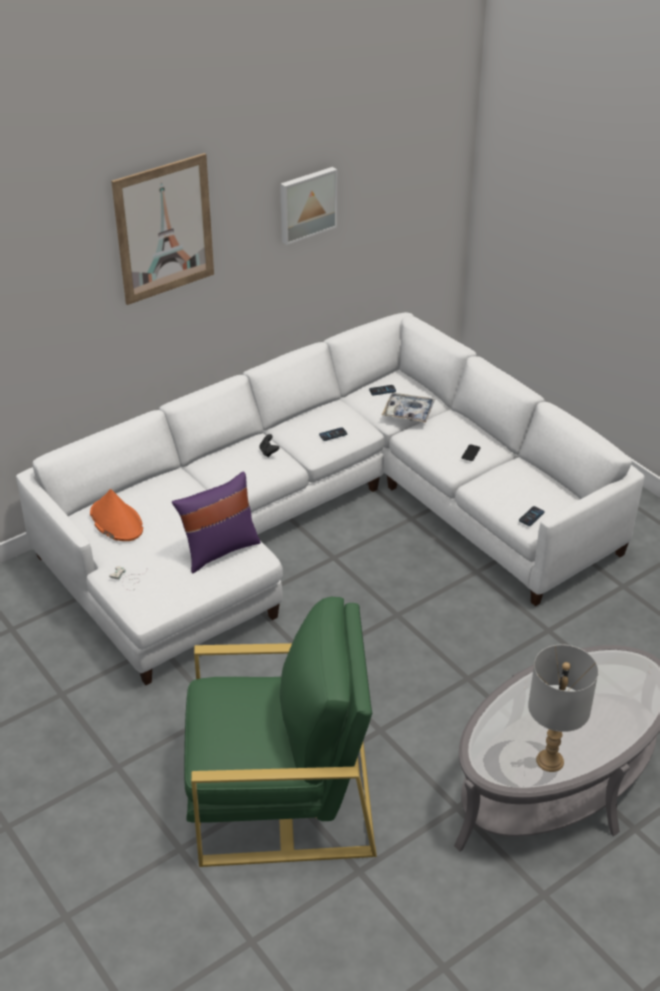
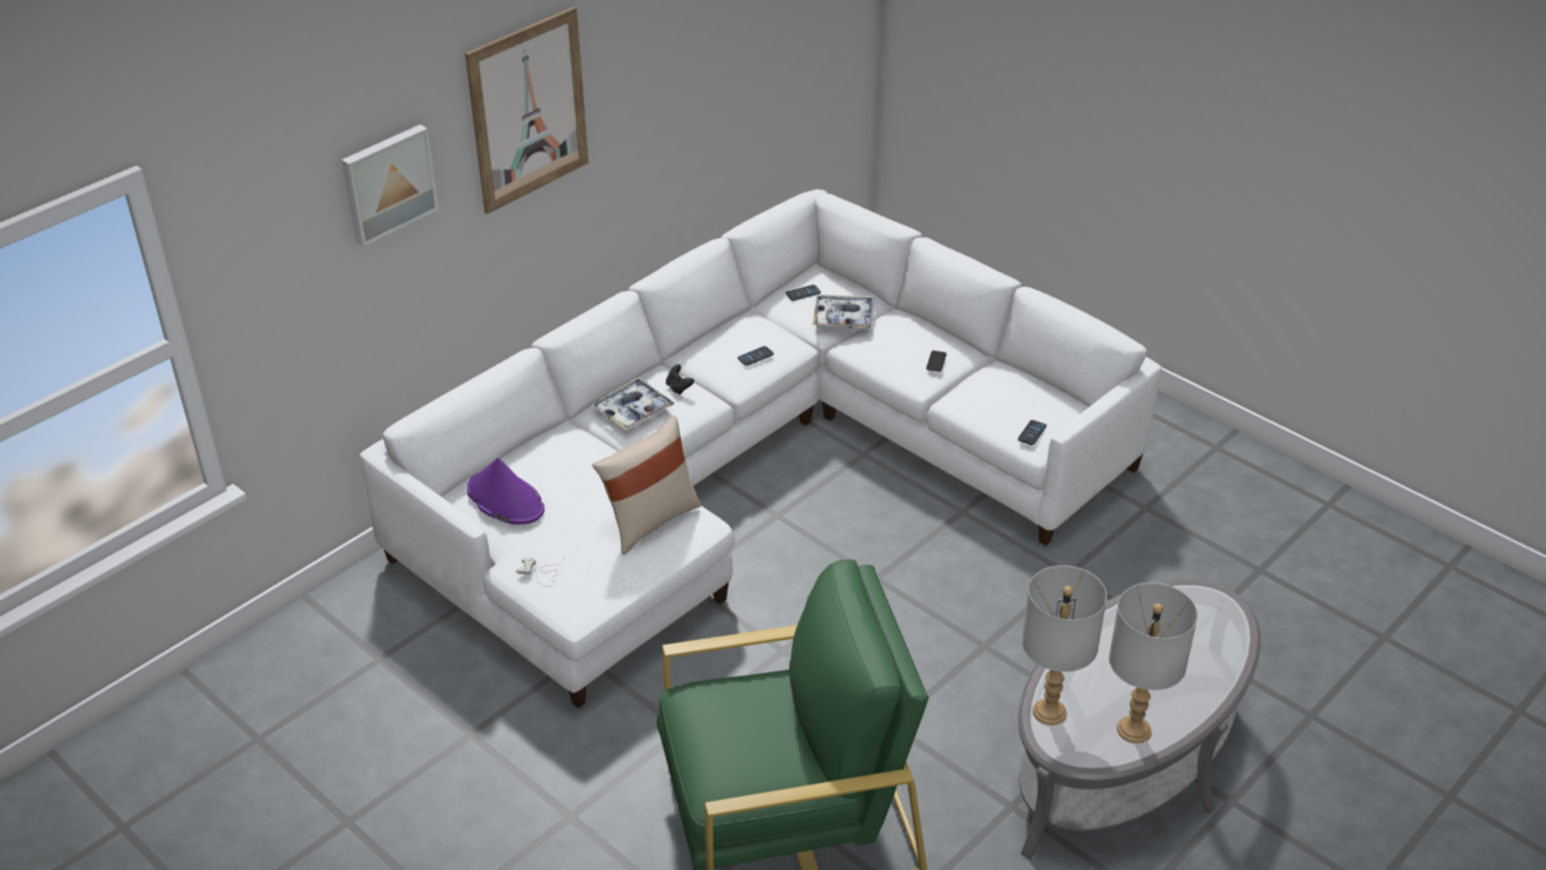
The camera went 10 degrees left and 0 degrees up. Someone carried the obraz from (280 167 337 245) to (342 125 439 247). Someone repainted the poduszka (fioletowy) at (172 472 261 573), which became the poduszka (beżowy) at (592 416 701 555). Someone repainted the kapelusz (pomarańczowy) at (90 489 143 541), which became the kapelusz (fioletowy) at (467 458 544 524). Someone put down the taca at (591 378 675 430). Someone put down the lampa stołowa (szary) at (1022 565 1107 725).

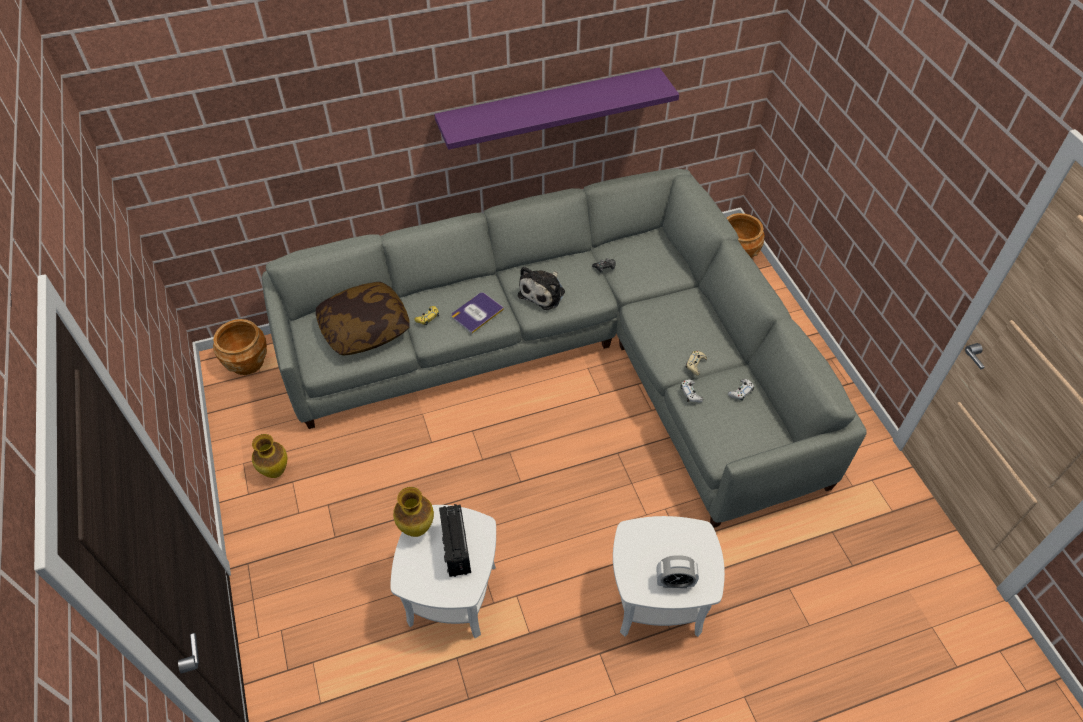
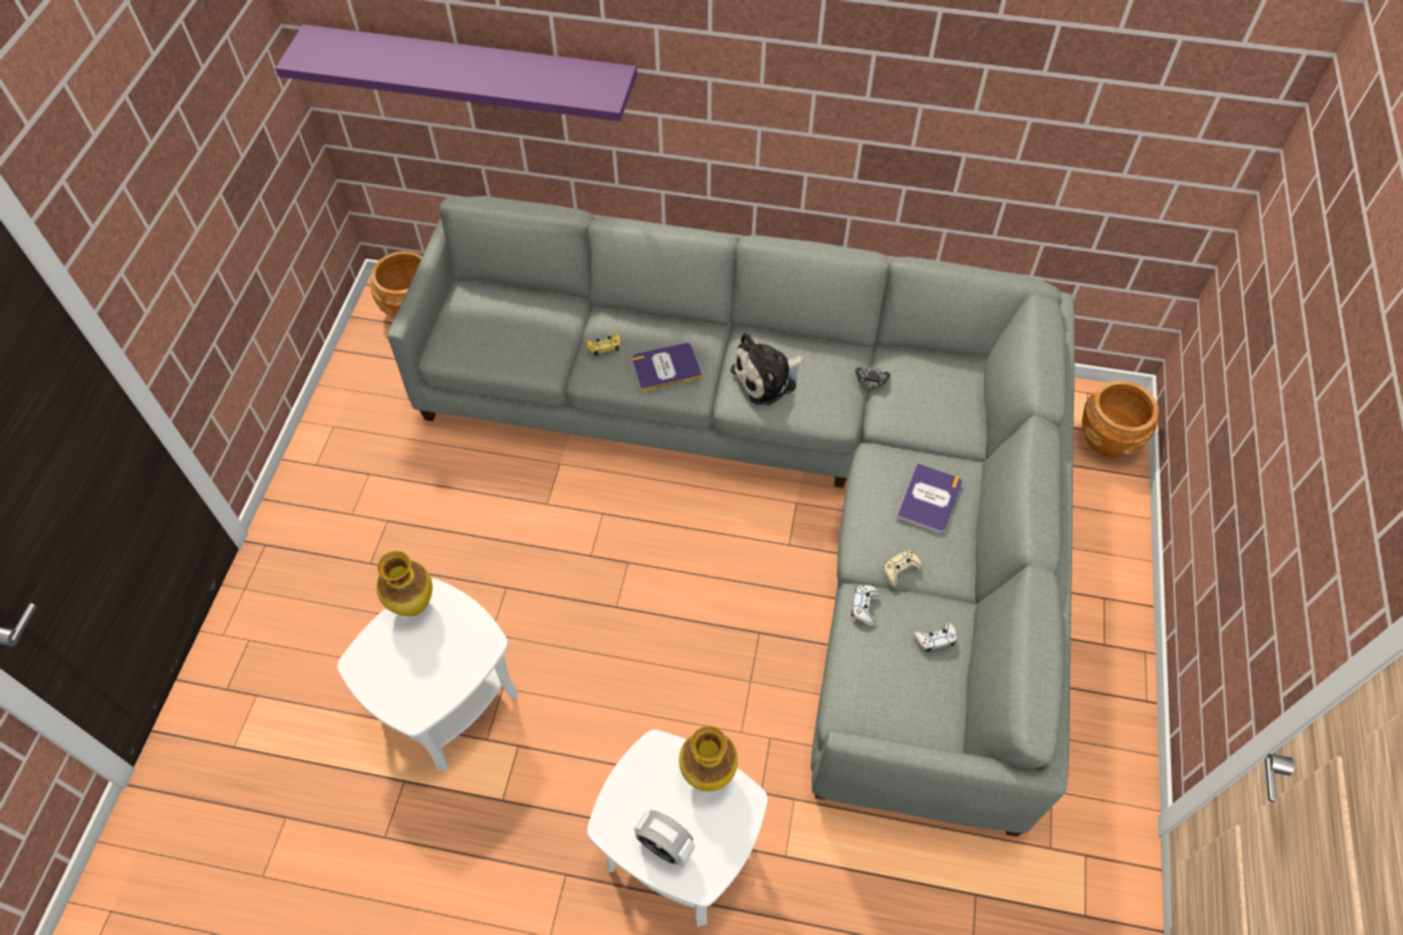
The camera went 30 degrees right and 5 degrees up. Someone carried the półka (fioletowy) from (434 67 679 150) to (275 24 637 121). Someone took away the poduszka at (316 282 410 356). Someone carried the wazon from (252 434 287 478) to (679 726 738 792). Someone took away the radio at (439 504 471 577). Someone put down the książka at (896 463 962 533).

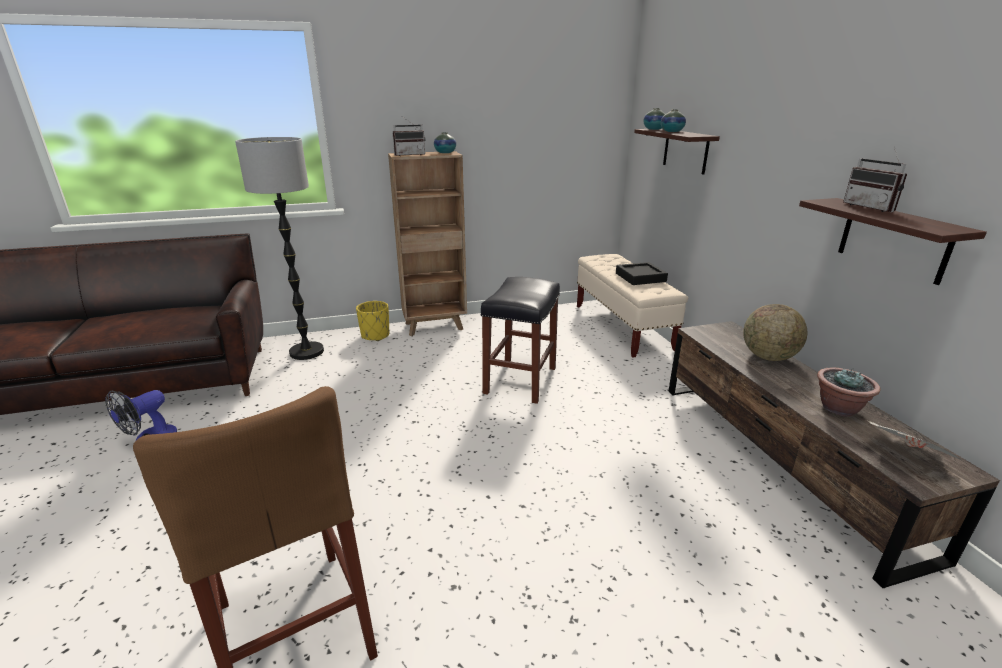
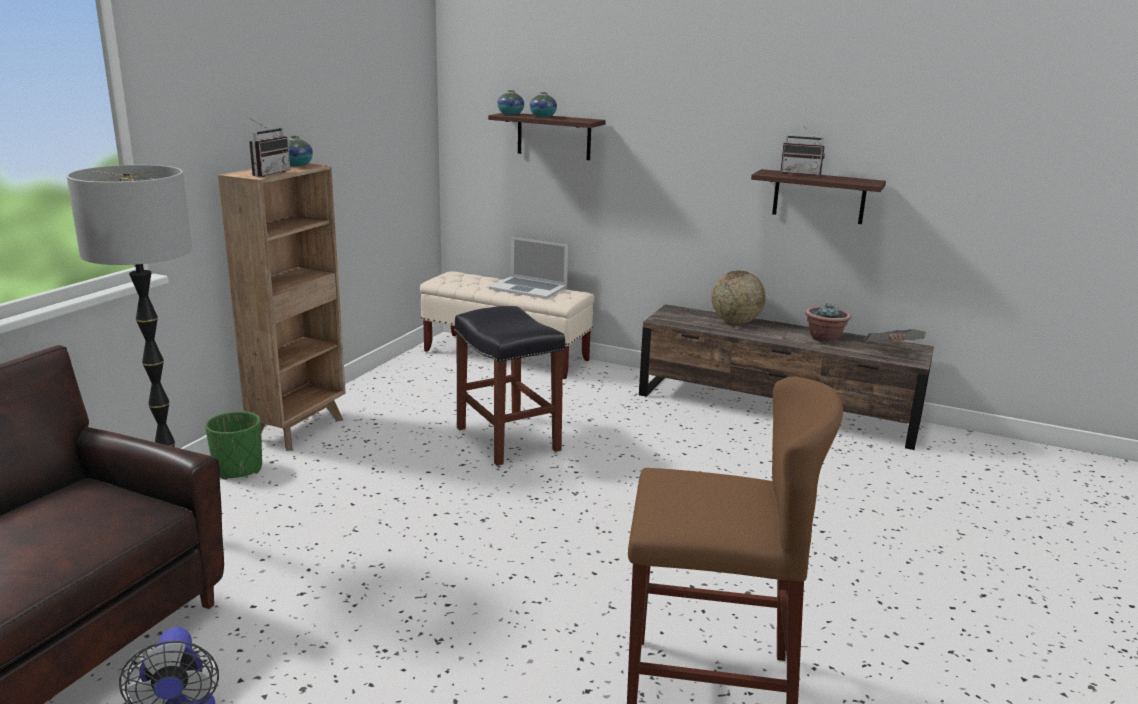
The camera went 50 degrees left and 5 degrees down. Someone swapped the taca (czarny) at (616 262 668 285) for the laptop at (489 237 568 299). Someone repainted the donica (żółty) at (356 301 389 341), which became the donica (zielony) at (205 411 262 480).

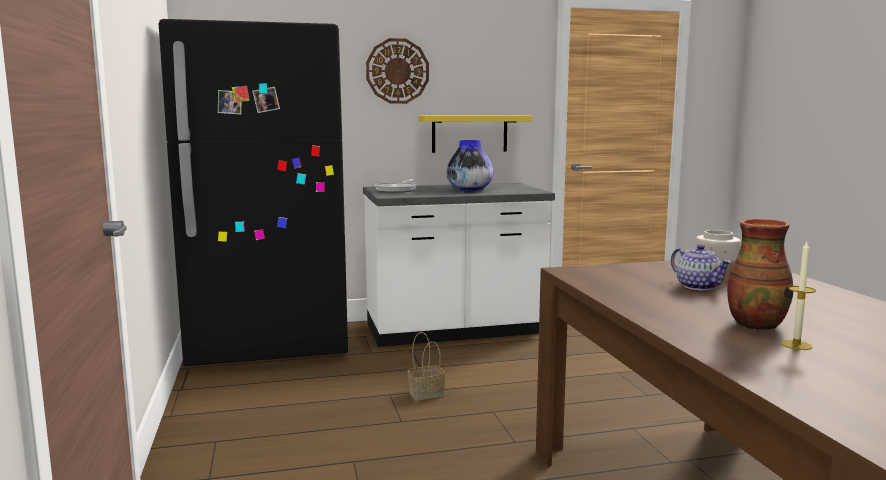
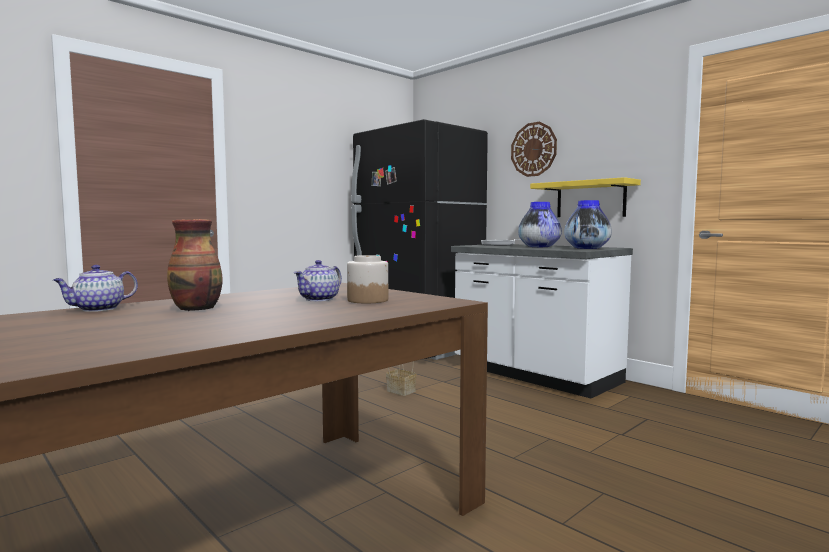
The camera went 60 degrees right and 5 degrees down. Someone took away the świeca at (781 242 816 350). Someone put down the wazon at (564 200 612 249). Someone put down the imbryk at (53 265 138 312).

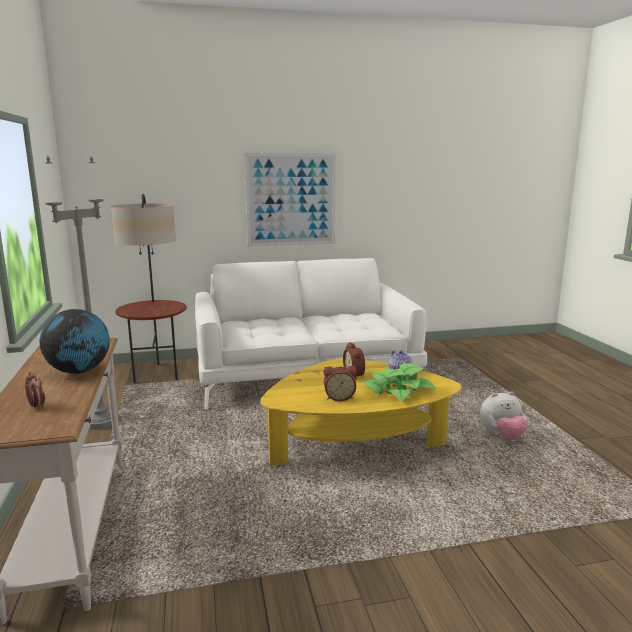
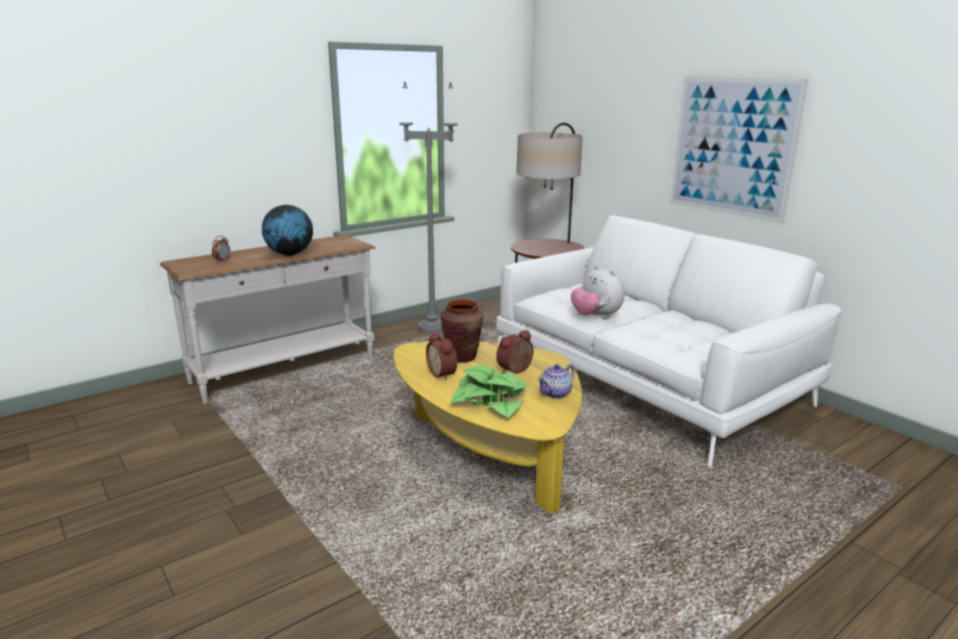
The camera went 65 degrees right and 5 degrees up. Someone carried the pluszak from (480 391 528 440) to (571 266 624 318). Someone put down the wazon (brązowy) at (441 299 483 363).

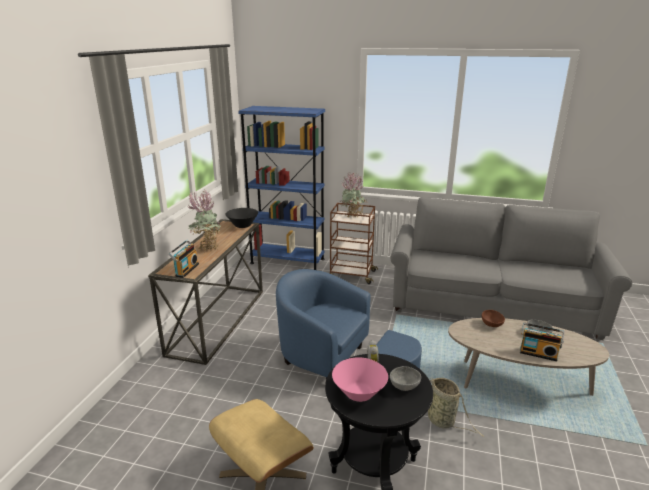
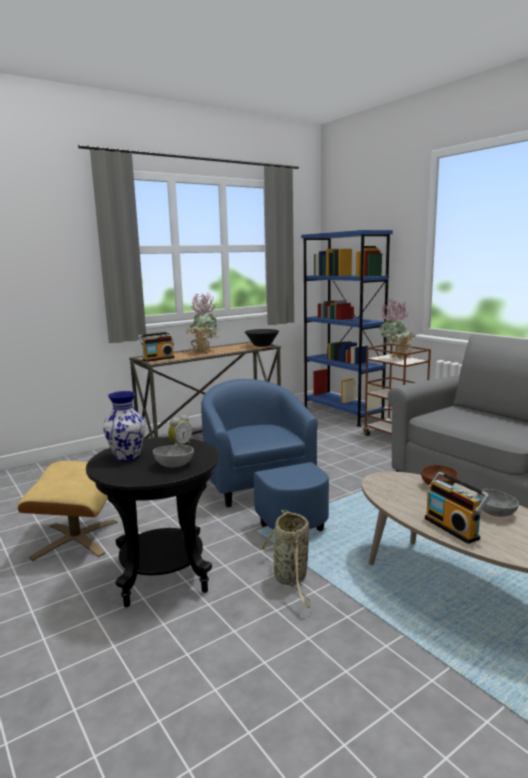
The camera went 40 degrees right and 10 degrees down. Someone swapped the miska (różowy) at (332 358 388 402) for the wazon at (103 391 146 461).

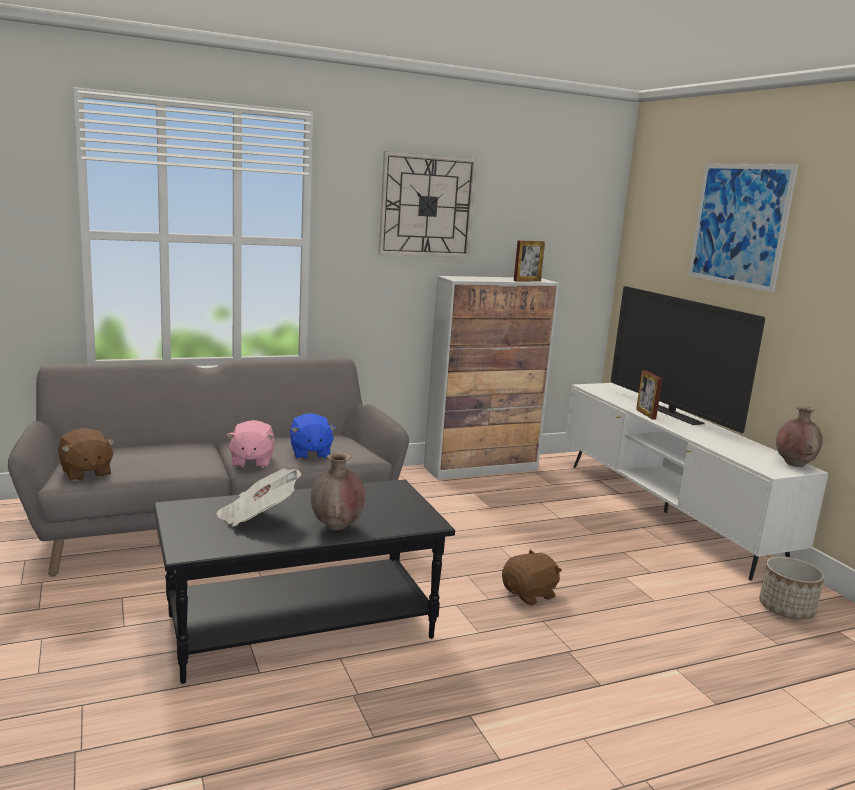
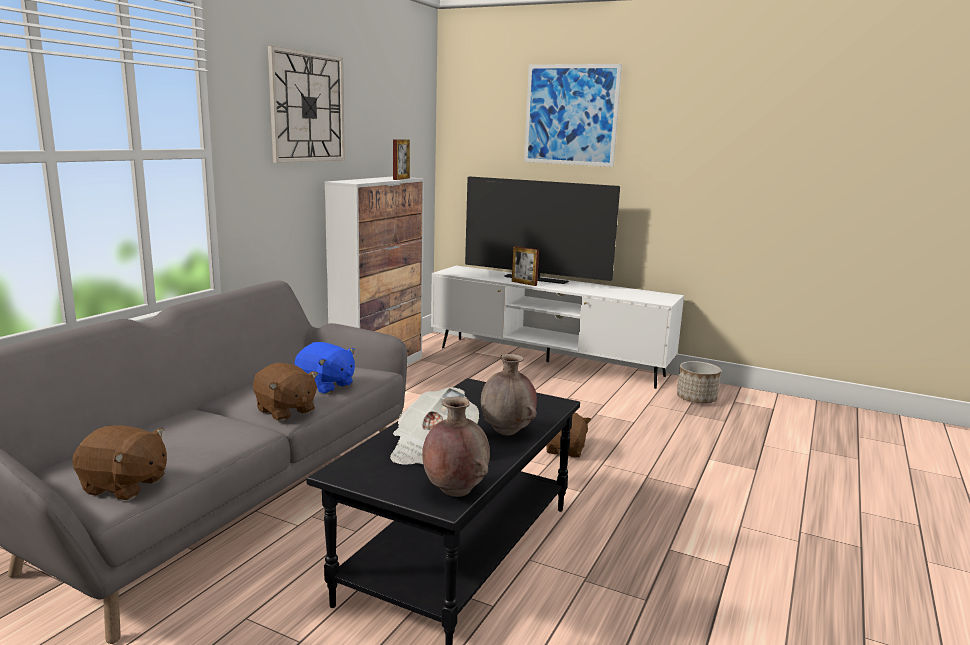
The camera went 40 degrees left and 0 degrees up. Someone carried the wazon (brązowy) from (776 406 823 467) to (422 396 490 497). Someone repainted the pluszak (różowy) at (226 420 275 468), which became the pluszak (brązowy) at (253 363 318 421).

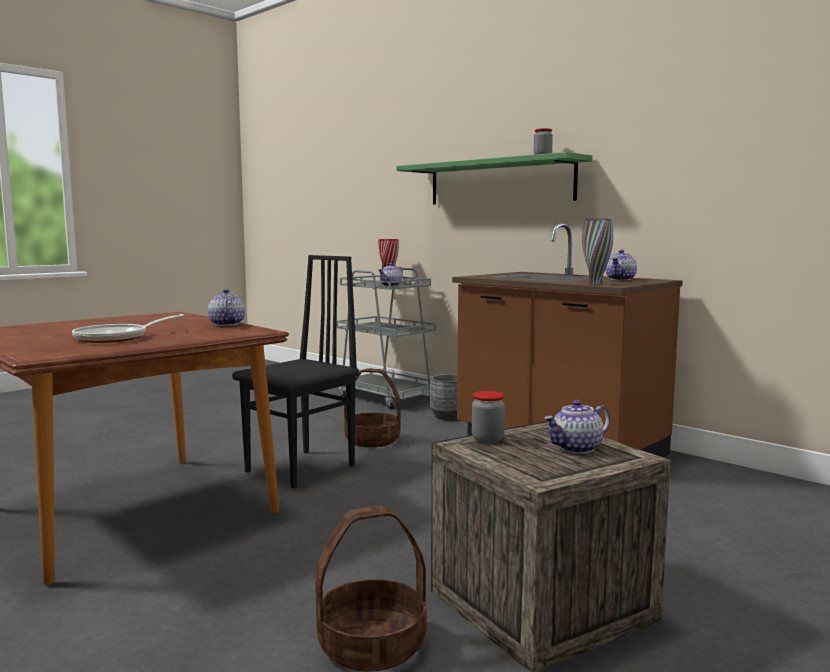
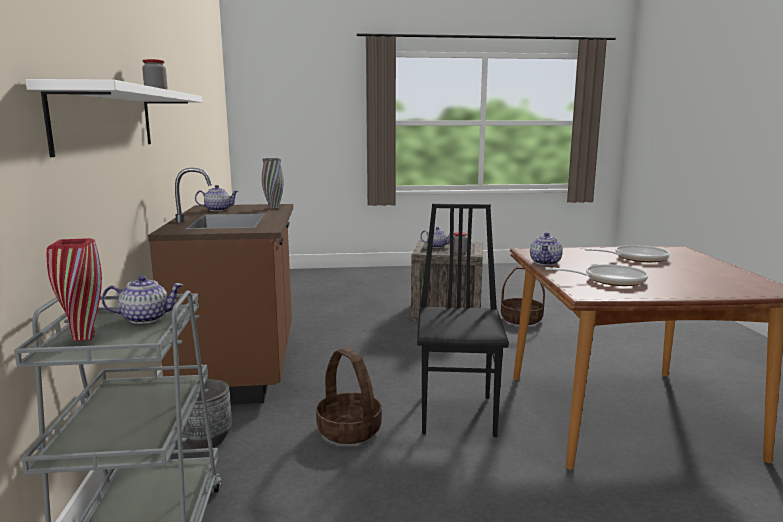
The camera went 140 degrees left and 5 degrees up. Someone repainted the półka (zielony) at (396 152 593 205), which became the półka (biały) at (25 79 202 157). Someone rotated the krzesło (czarny) at (232 255 359 488) by 105 degrees clockwise. Someone put down the patelnia at (545 264 648 286).

